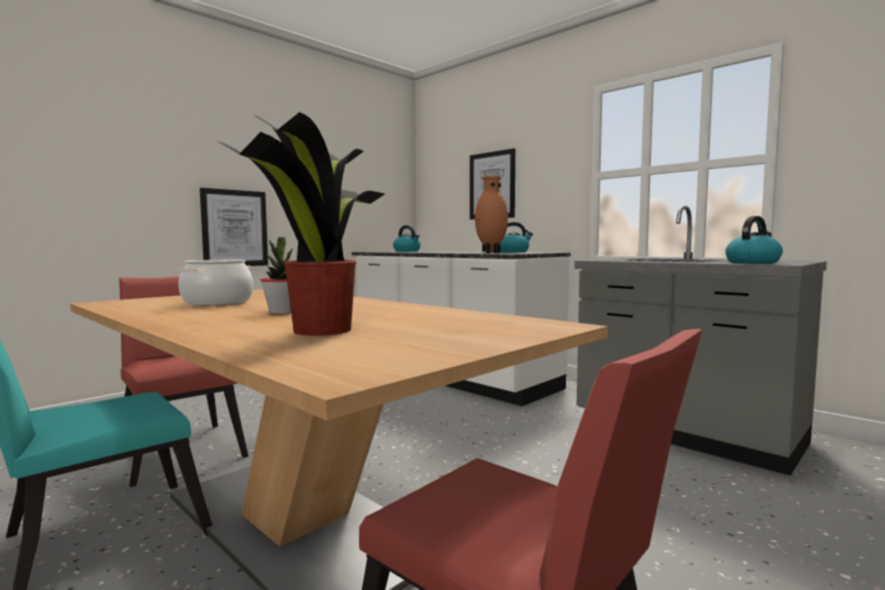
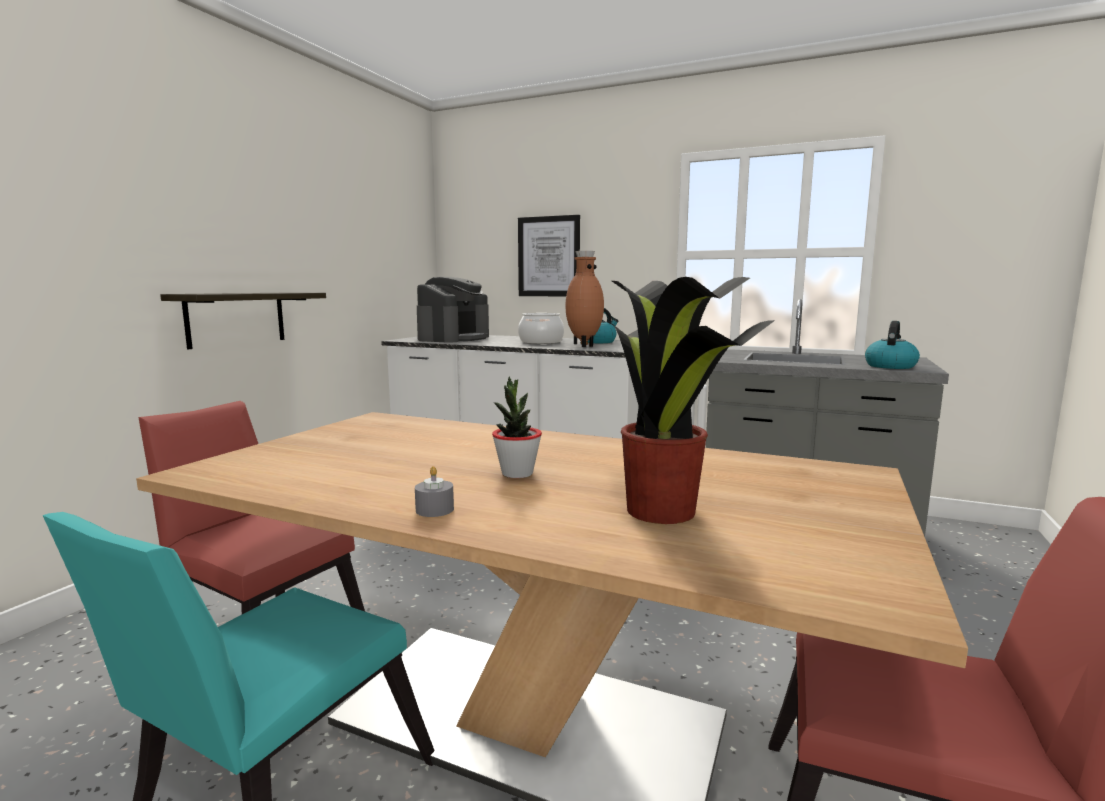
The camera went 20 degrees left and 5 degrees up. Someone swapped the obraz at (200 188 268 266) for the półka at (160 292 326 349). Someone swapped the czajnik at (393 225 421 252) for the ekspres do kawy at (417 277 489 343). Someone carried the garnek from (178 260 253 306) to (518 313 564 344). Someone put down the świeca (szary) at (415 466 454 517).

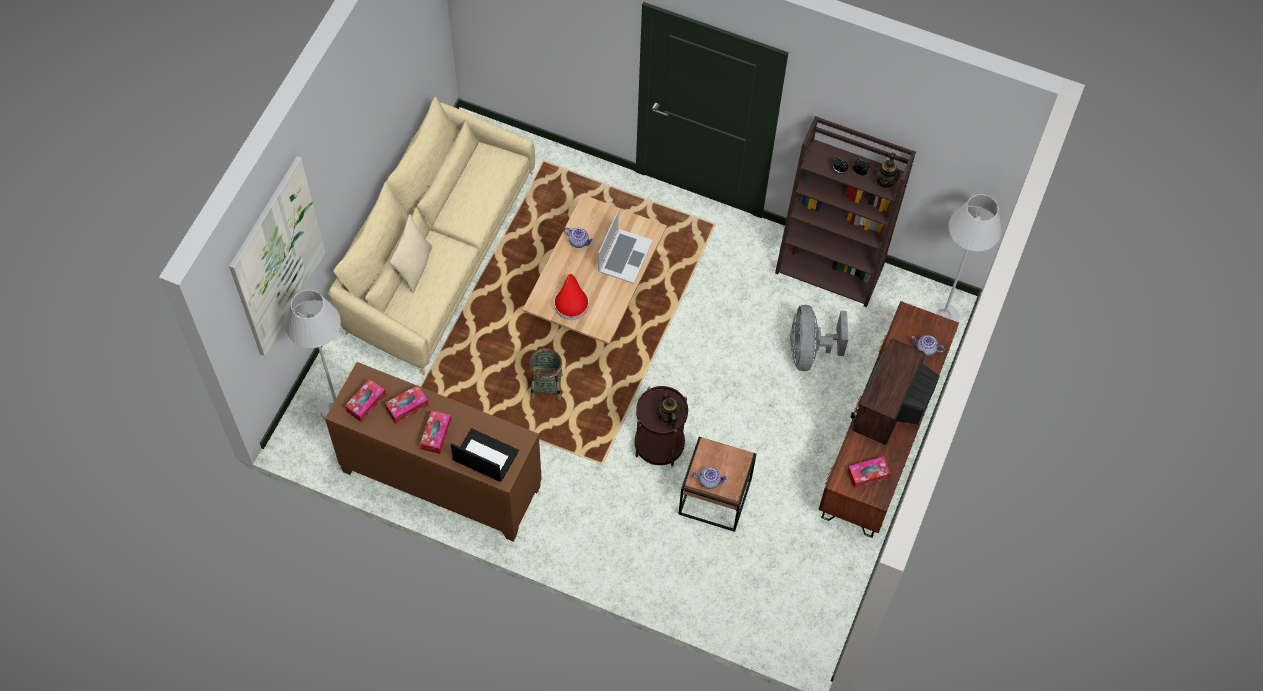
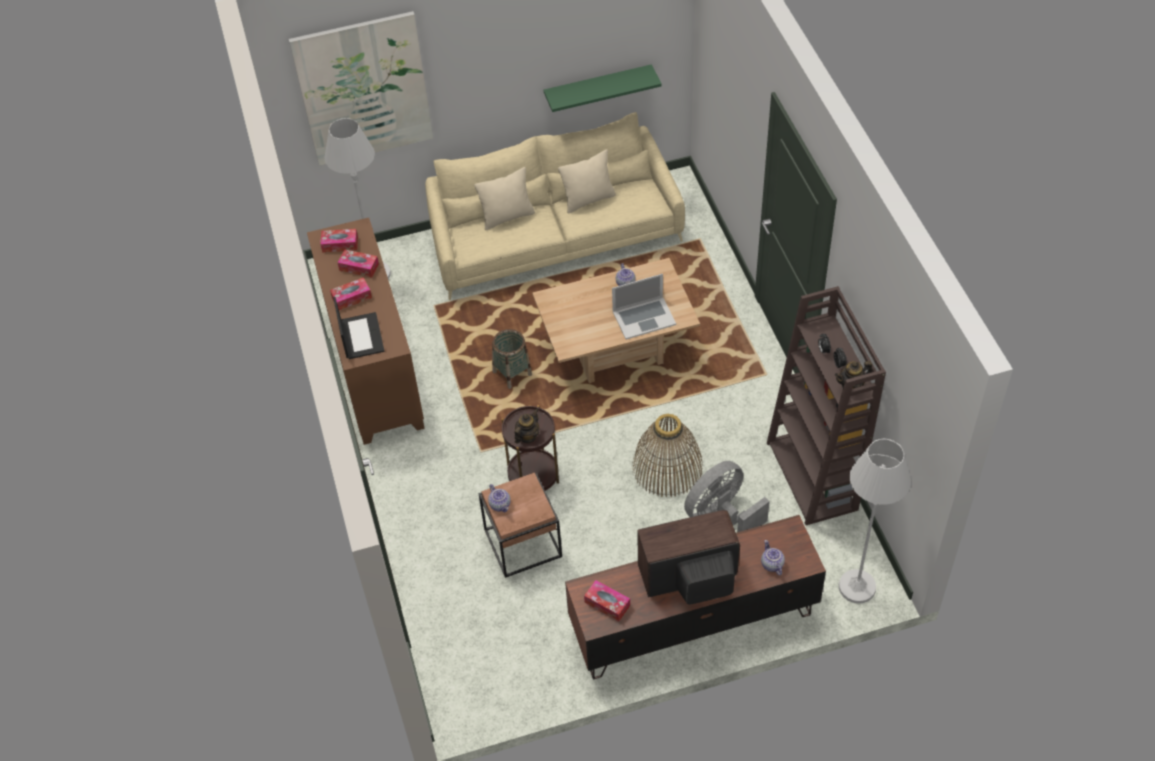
The camera went 55 degrees right and 10 degrees down. Someone took away the kapelusz (czerwony) at (554 274 589 320). Someone put up the półka (zielony) at (544 64 662 112). Someone put down the poduszka (beżowy) at (558 149 616 213). Someone put down the koszyk at (632 414 703 497).

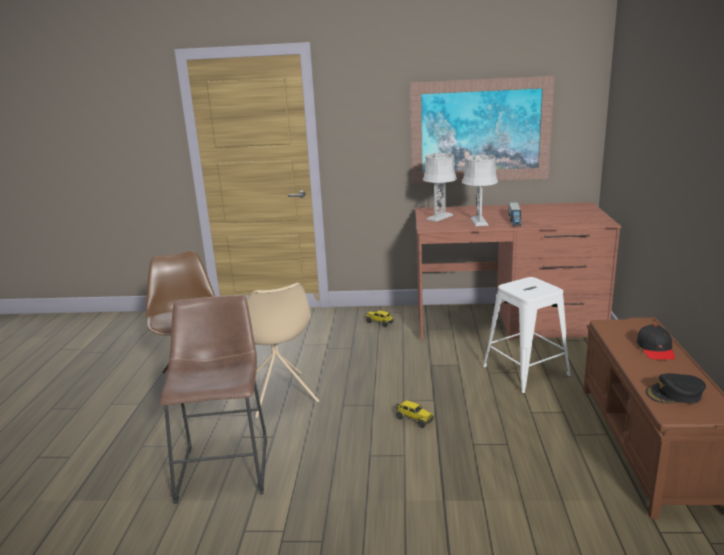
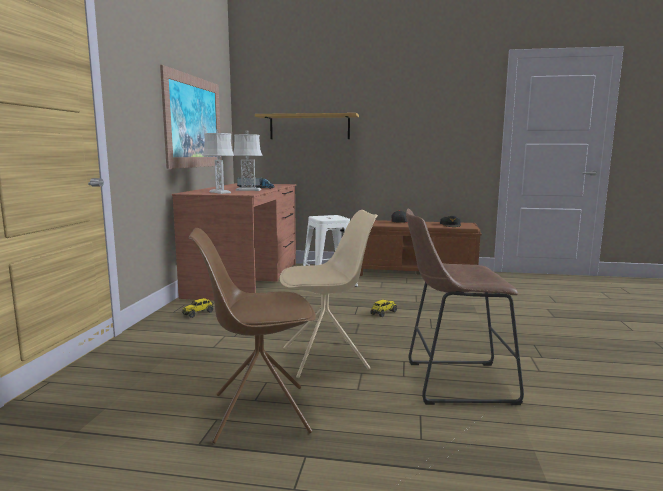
The camera went 85 degrees left and 10 degrees down. Someone put up the półka at (255 113 359 139).

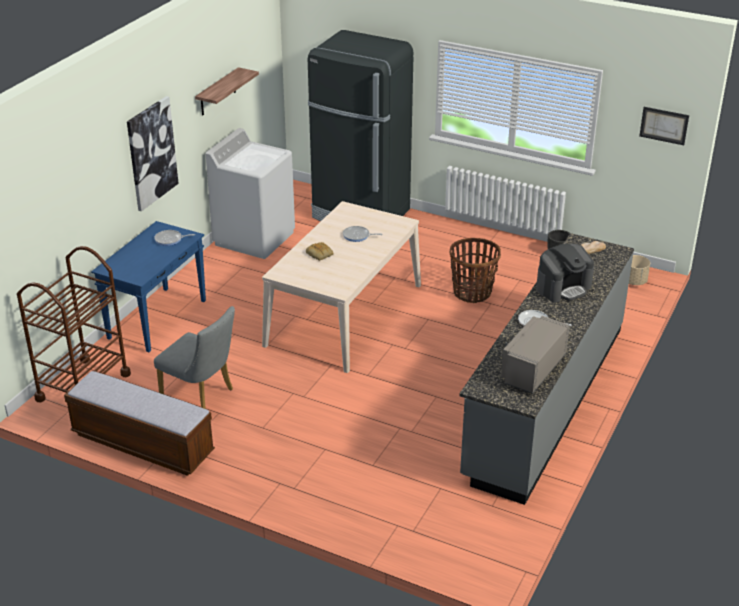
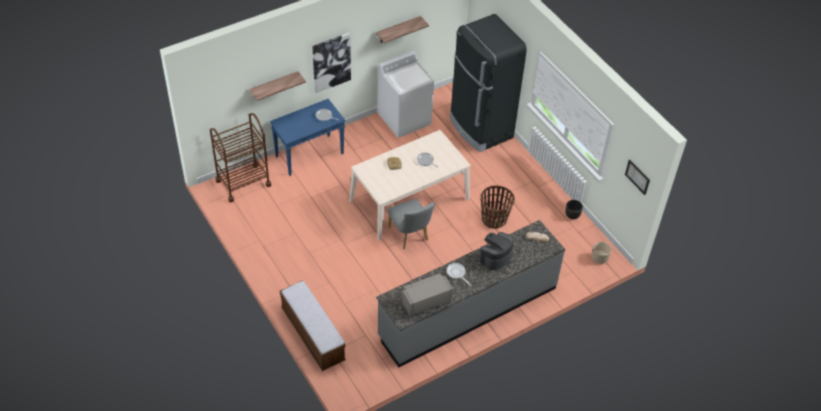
The camera went 30 degrees right and 15 degrees up. Someone rotated the ekspres do kawy at (536 244 594 302) by 135 degrees clockwise. Someone carried the krzesło (szary) from (154 306 235 409) to (388 199 435 249). Someone carried the ławka from (64 371 215 476) to (280 280 346 371). Someone put up the półka at (249 71 306 101).

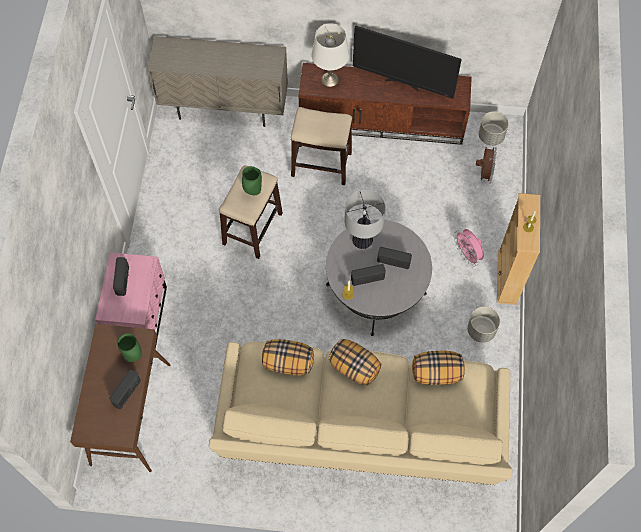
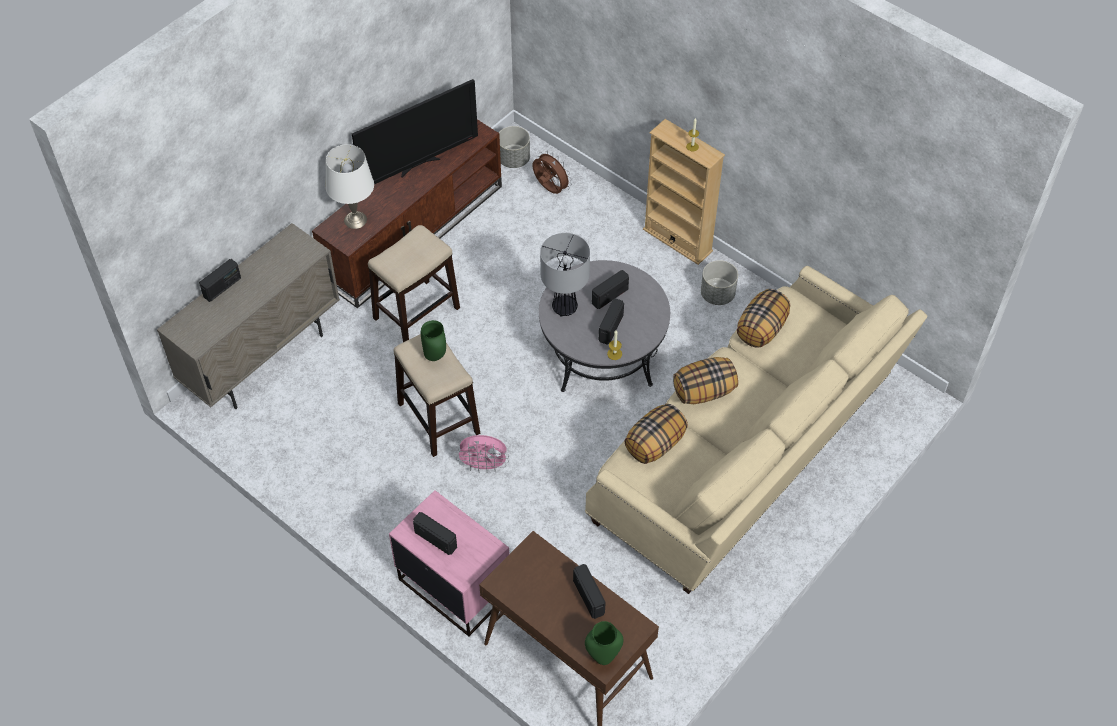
The camera went 55 degrees left and 10 degrees down. Someone carried the wentylator (różowy) from (454 229 484 267) to (455 435 509 473). Someone carried the wazon (zielony) from (117 334 142 362) to (585 621 623 665). Someone put down the radio at (199 259 241 302).

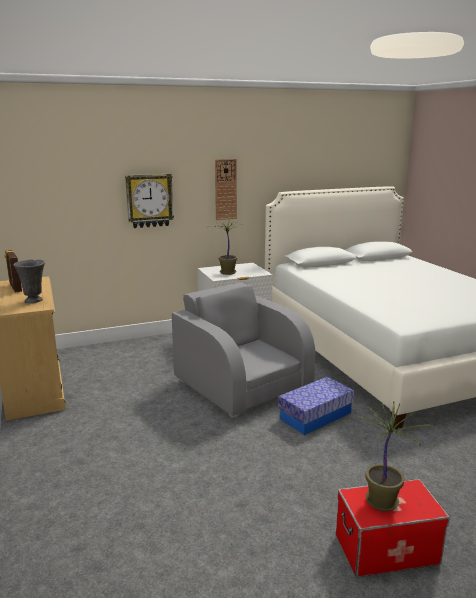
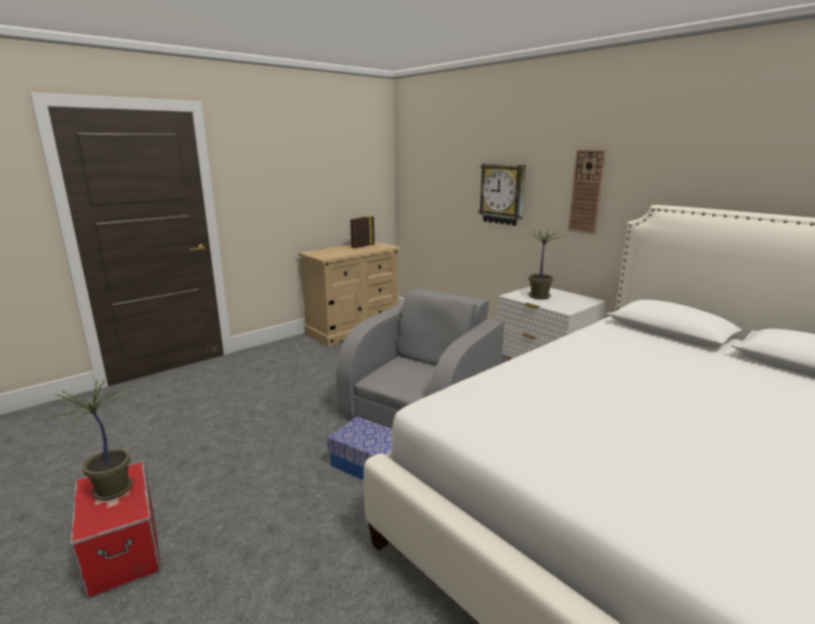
The camera went 70 degrees right and 0 degrees up. Someone took away the wazon (szary) at (14 259 45 303).

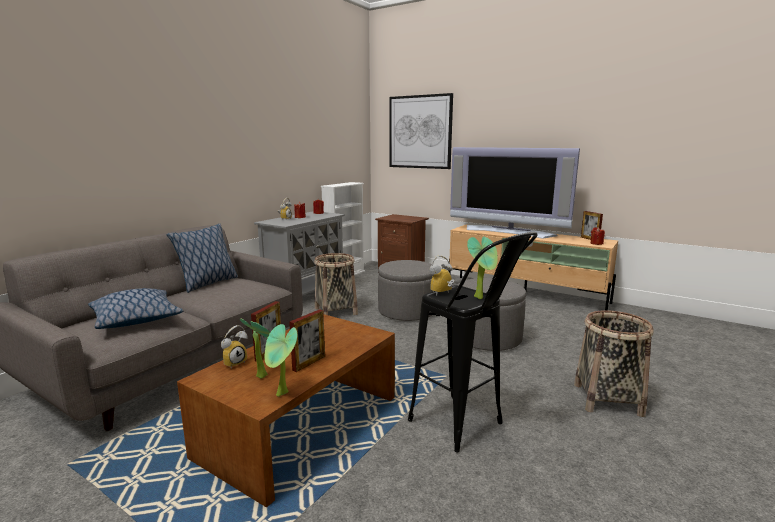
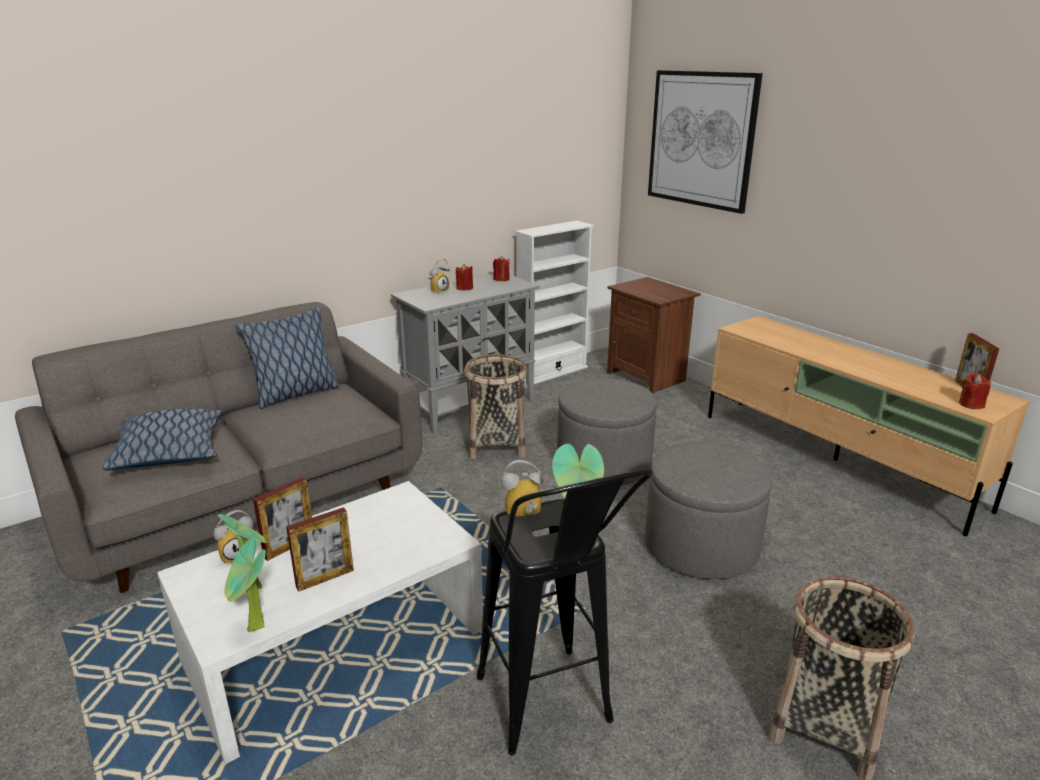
The camera went 20 degrees right and 10 degrees up. Someone took away the telewizor at (450 147 580 239). Someone repainted the ława (brązowy) at (177 314 395 507), which became the ława (biały) at (157 481 483 764).

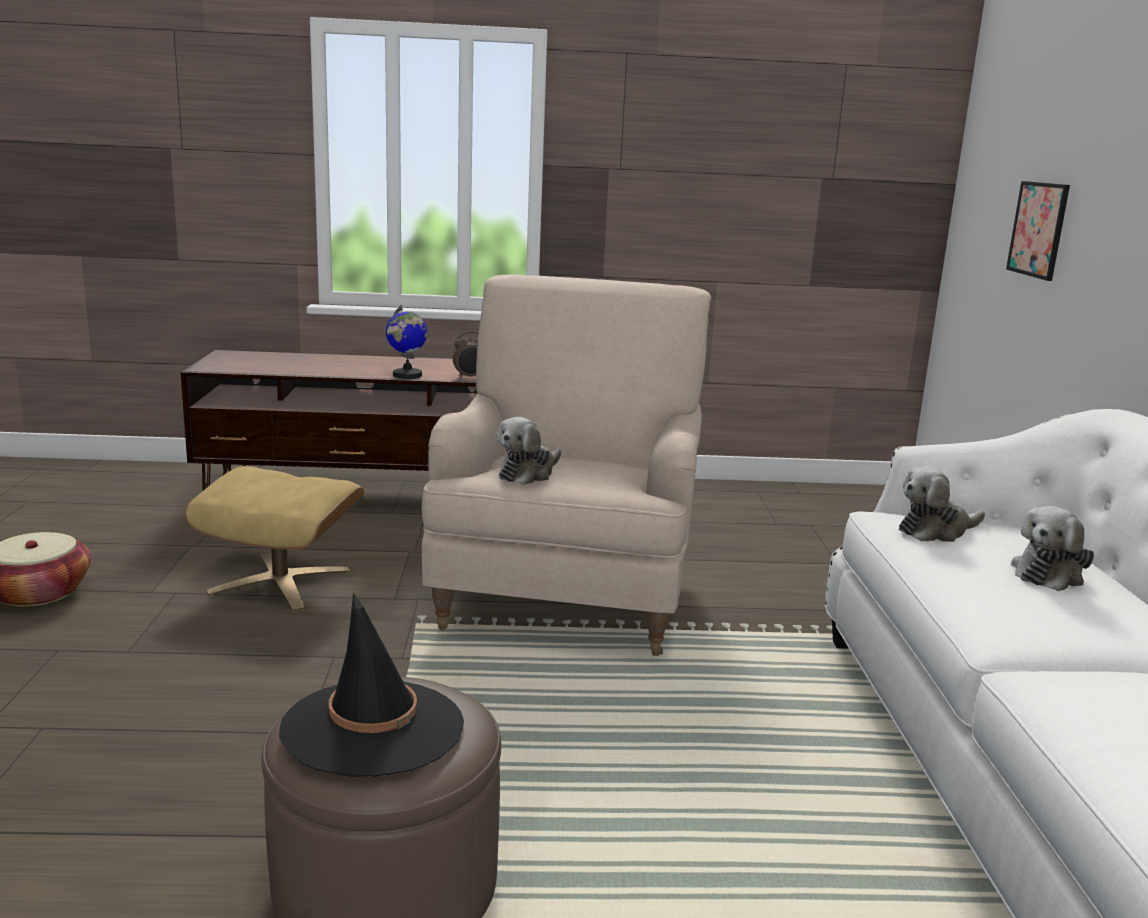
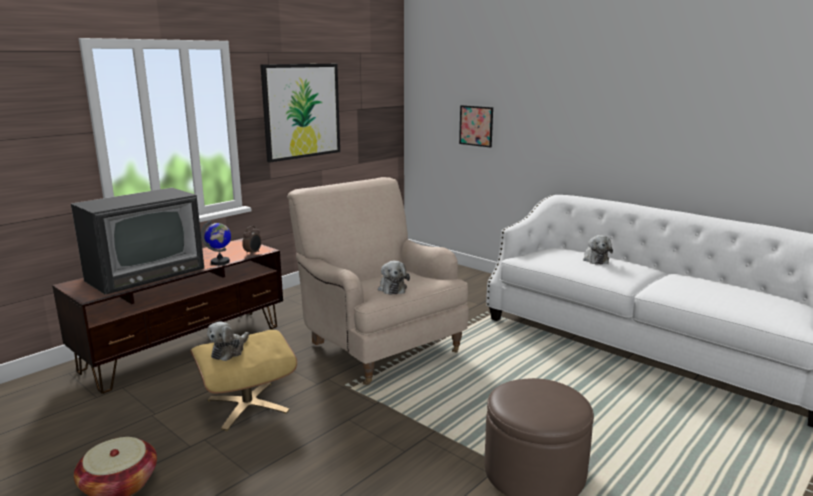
The camera went 45 degrees left and 0 degrees up. Someone carried the pluszak from (899 467 985 542) to (207 322 249 361). Someone took away the kapelusz (czarny) at (279 592 464 777). Someone put up the obraz at (260 64 340 162). Someone put down the telewizor at (71 188 204 295).

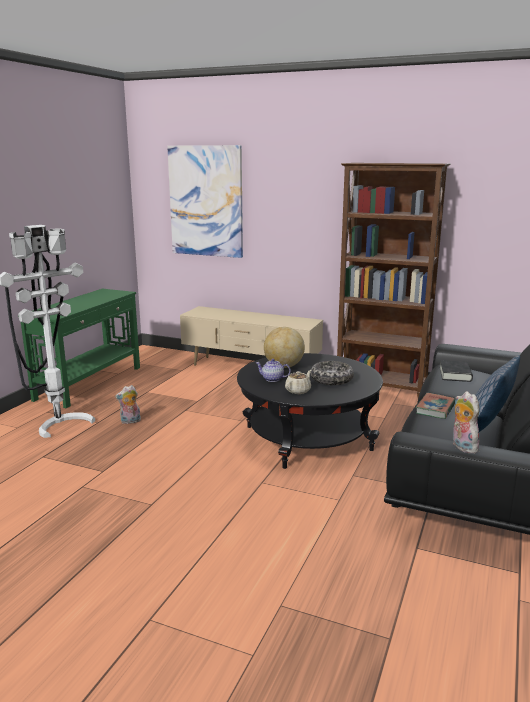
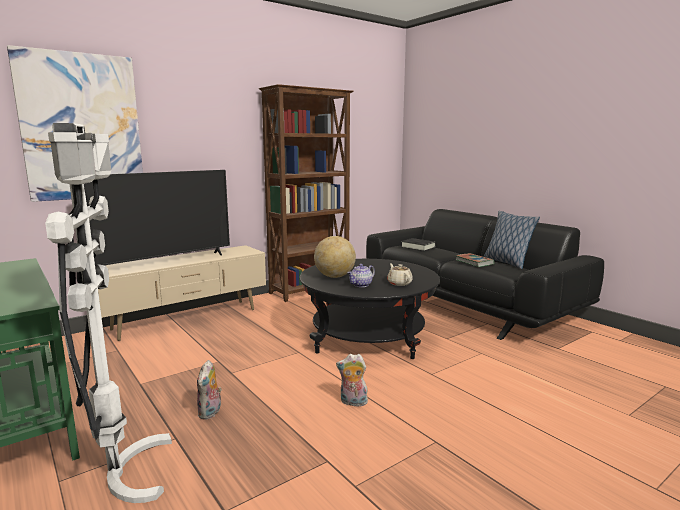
The camera went 60 degrees left and 5 degrees down. Someone took away the miska at (310 361 354 385). Someone carried the pluszak from (453 391 479 453) to (336 354 368 406). Someone put down the telewizor at (84 170 230 266).

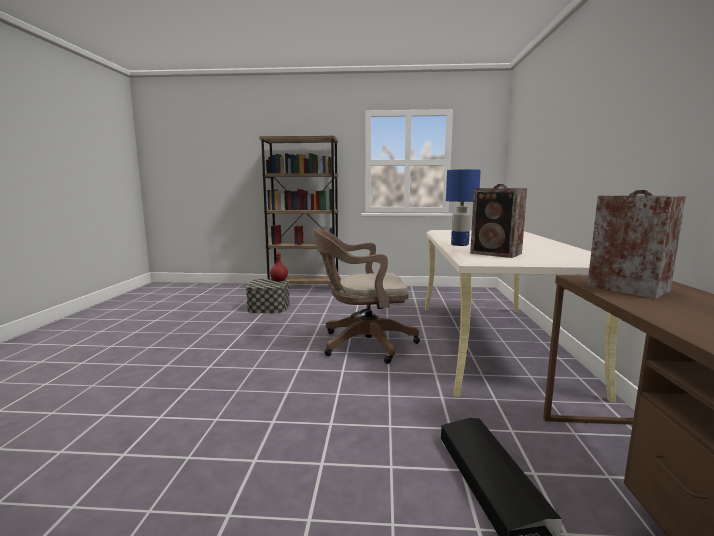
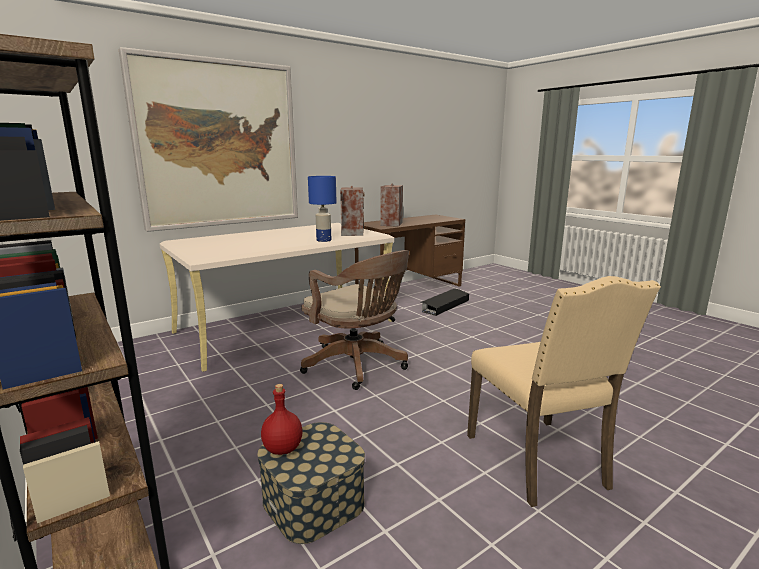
The camera went 130 degrees left and 5 degrees up. Someone put up the obraz at (119 47 298 232). Someone put down the krzesło (beżowy) at (467 276 661 507).

